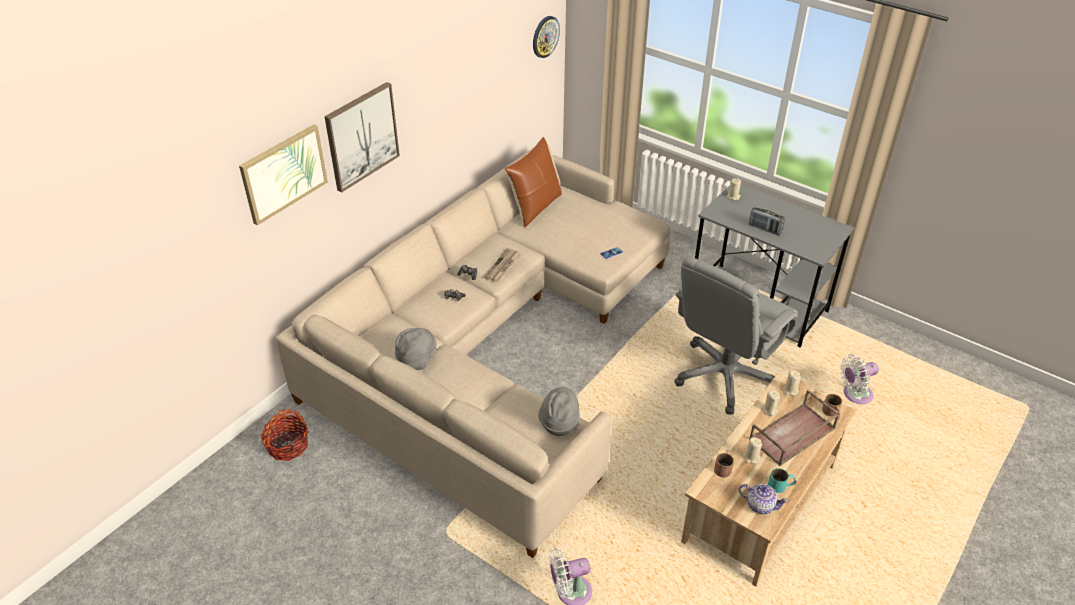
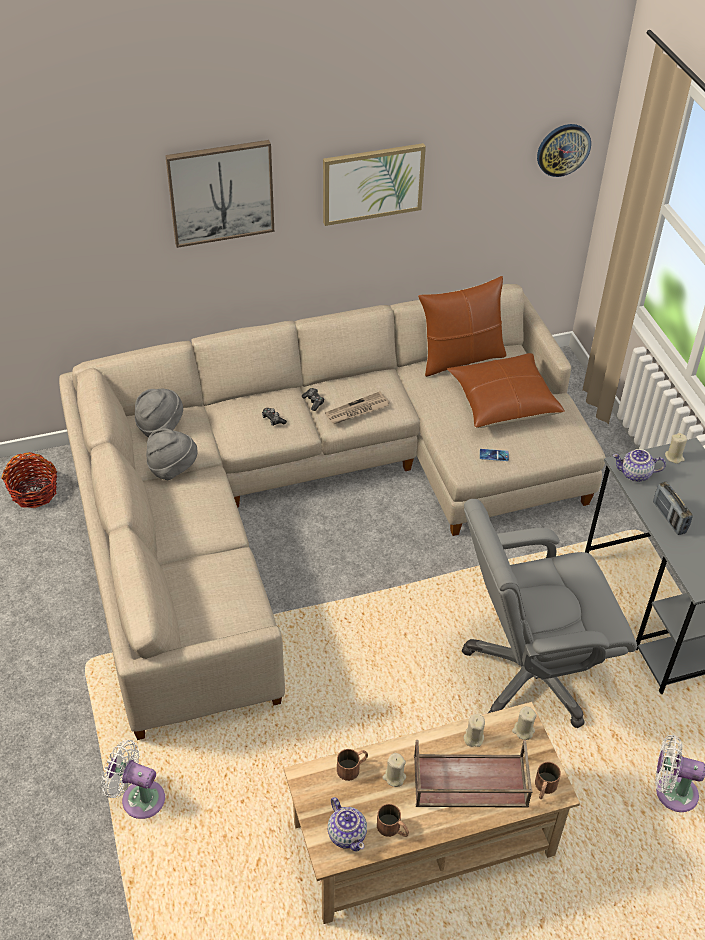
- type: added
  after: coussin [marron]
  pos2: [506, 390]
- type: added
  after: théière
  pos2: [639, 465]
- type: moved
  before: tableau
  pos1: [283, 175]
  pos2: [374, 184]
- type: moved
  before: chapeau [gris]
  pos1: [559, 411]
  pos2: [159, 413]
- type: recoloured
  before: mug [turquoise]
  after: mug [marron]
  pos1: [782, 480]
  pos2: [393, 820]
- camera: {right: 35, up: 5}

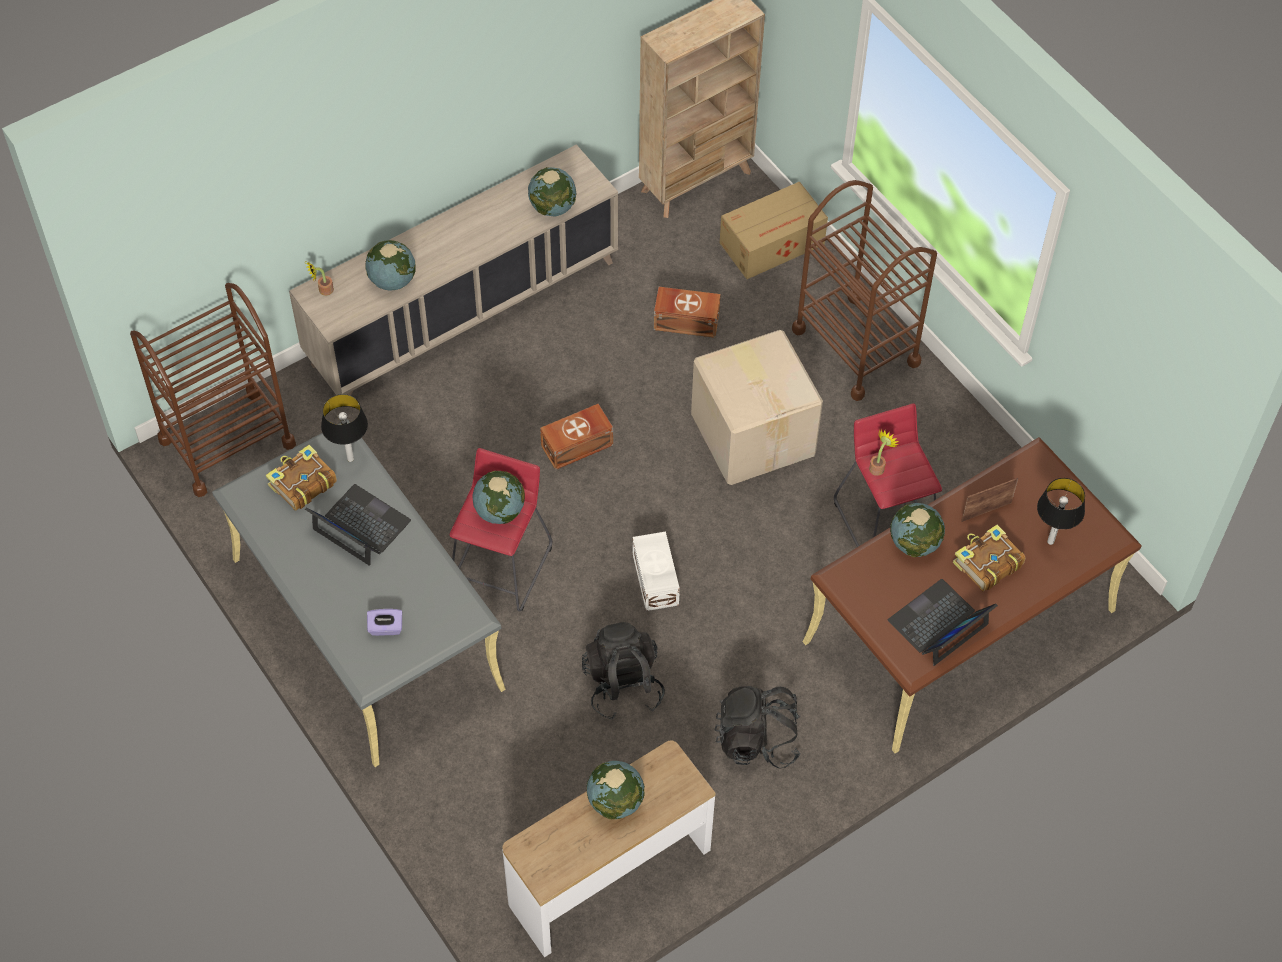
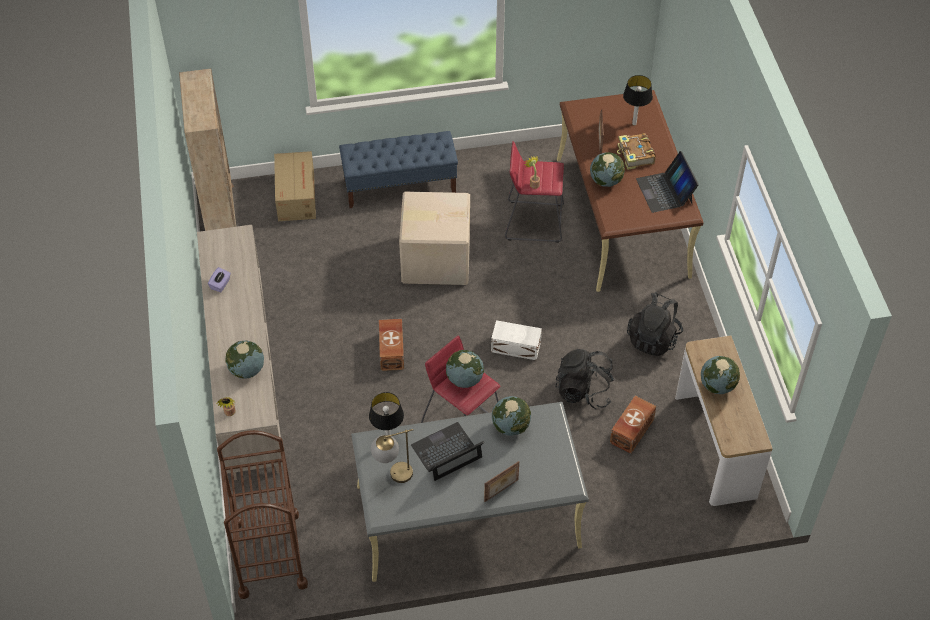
- type: added
  after: cadre photo
  pos2: [501, 481]
- type: moved
  before: boîte à mouchoirs [violet]
  pos1: [384, 622]
  pos2: [219, 279]
- type: moved
  before: globe
  pos1: [552, 192]
  pos2: [511, 416]
- type: moved
  before: boîte de rangement [marron]
  pos1: [687, 312]
  pos2: [633, 425]
- type: replaced
  before: livre
  after: lampe de table
  pos1: [301, 478]
  pos2: [392, 456]
- type: replaced
  before: chariot [marron]
  after: banc [bleu]
  pos1: [864, 290]
  pos2: [398, 169]
- camera: {right: -65, up: -5}

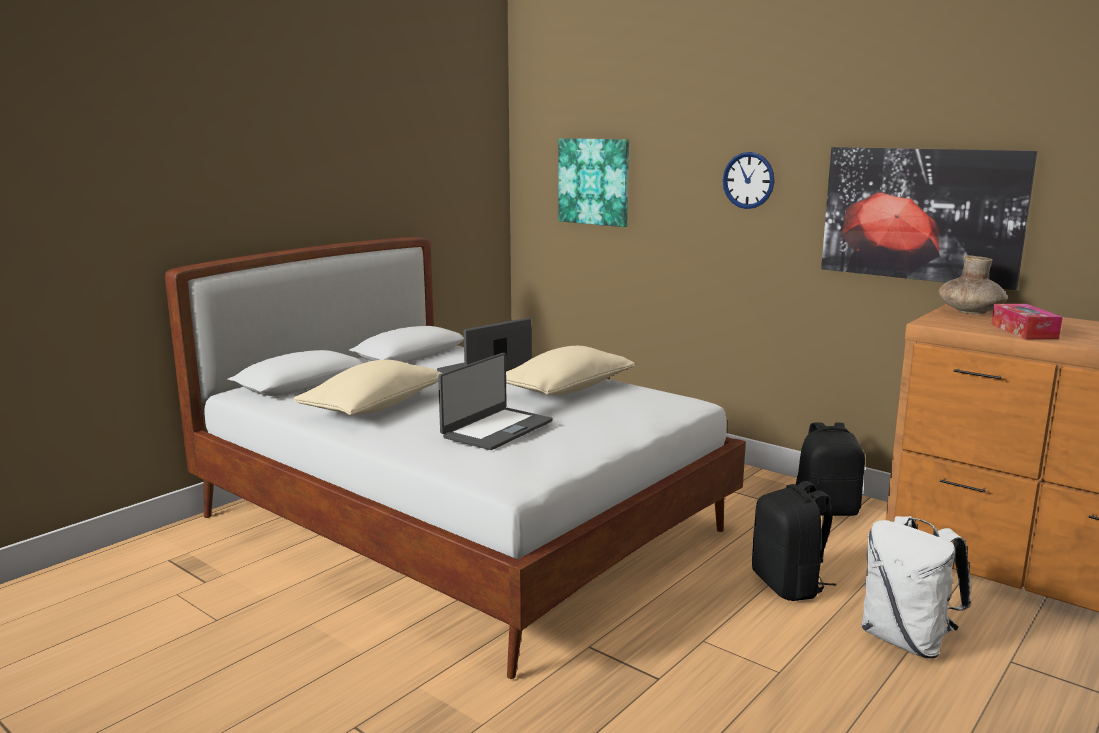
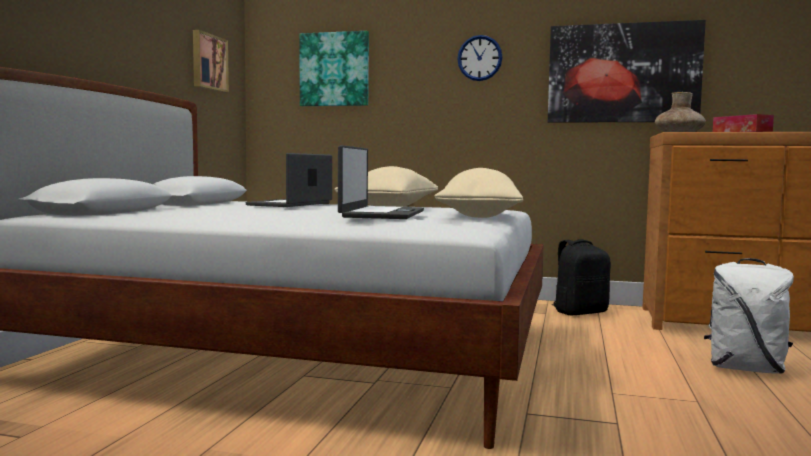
- type: removed
  before: sac à dos [noir]
  pos1: [794, 541]
- type: added
  after: tableau
  pos2: [211, 61]
- type: moved
  before: coussin [beige]
  pos1: [368, 387]
  pos2: [479, 193]
- camera: {right: -25, up: -10}

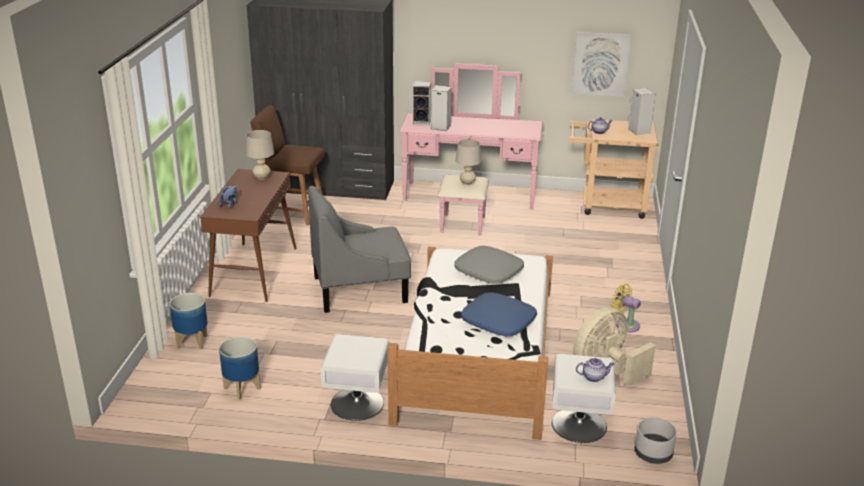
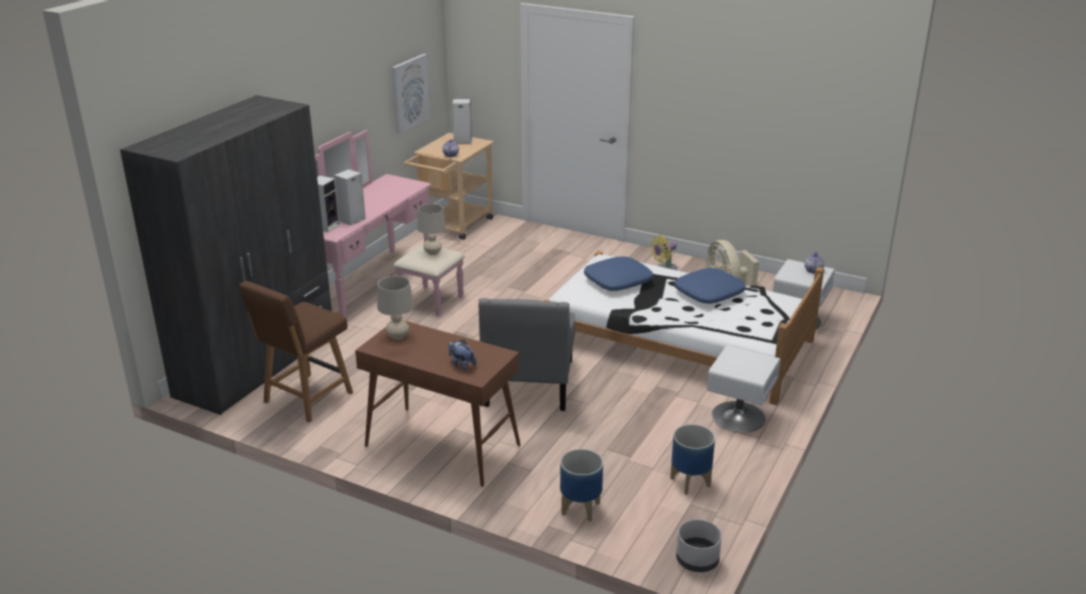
- type: moved
  before: cache-pot [gris]
  pos1: [656, 441]
  pos2: [699, 545]
- type: recoloured
  before: coussin [gris]
  after: coussin [bleu]
  pos1: [489, 265]
  pos2: [618, 274]
- camera: {right: -70, up: 0}

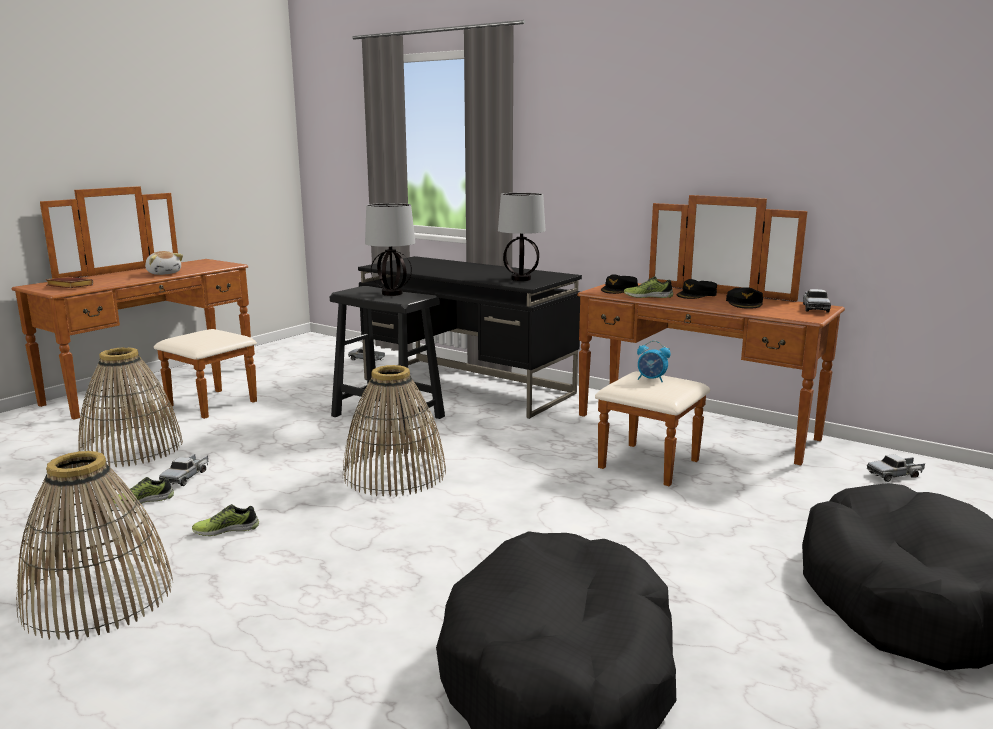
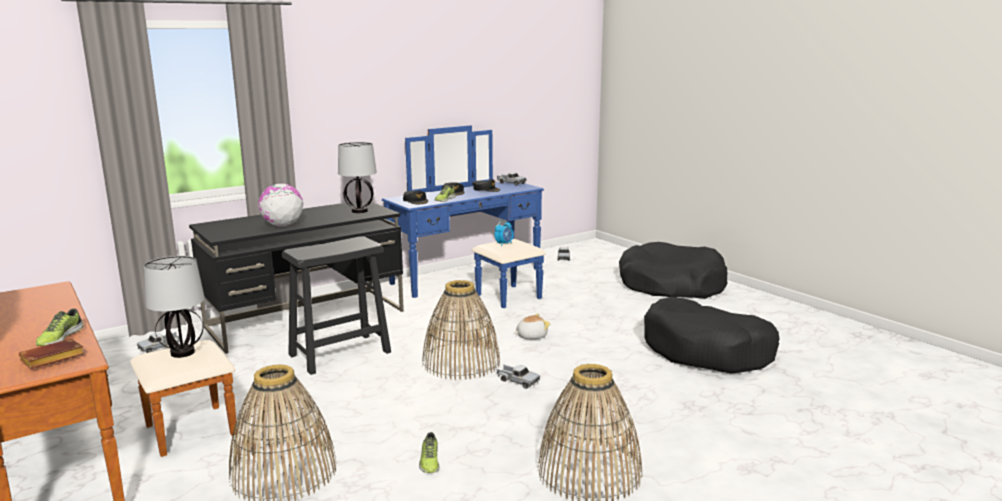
- type: added
  after: globe
  pos2: [280, 205]
- type: moved
  before: peluche
  pos1: [164, 263]
  pos2: [532, 326]
- type: moved
  before: camion jouet
  pos1: [183, 470]
  pos2: [518, 377]
- type: moved
  before: chaussure
  pos1: [225, 520]
  pos2: [60, 327]
- type: moved
  before: lampe de table
  pos1: [390, 249]
  pos2: [174, 307]
- type: recoloured
  before: commode [marron]
  after: commode [bleu]
  pos1: [711, 340]
  pos2: [464, 216]
- camera: {right: -70, up: 0}

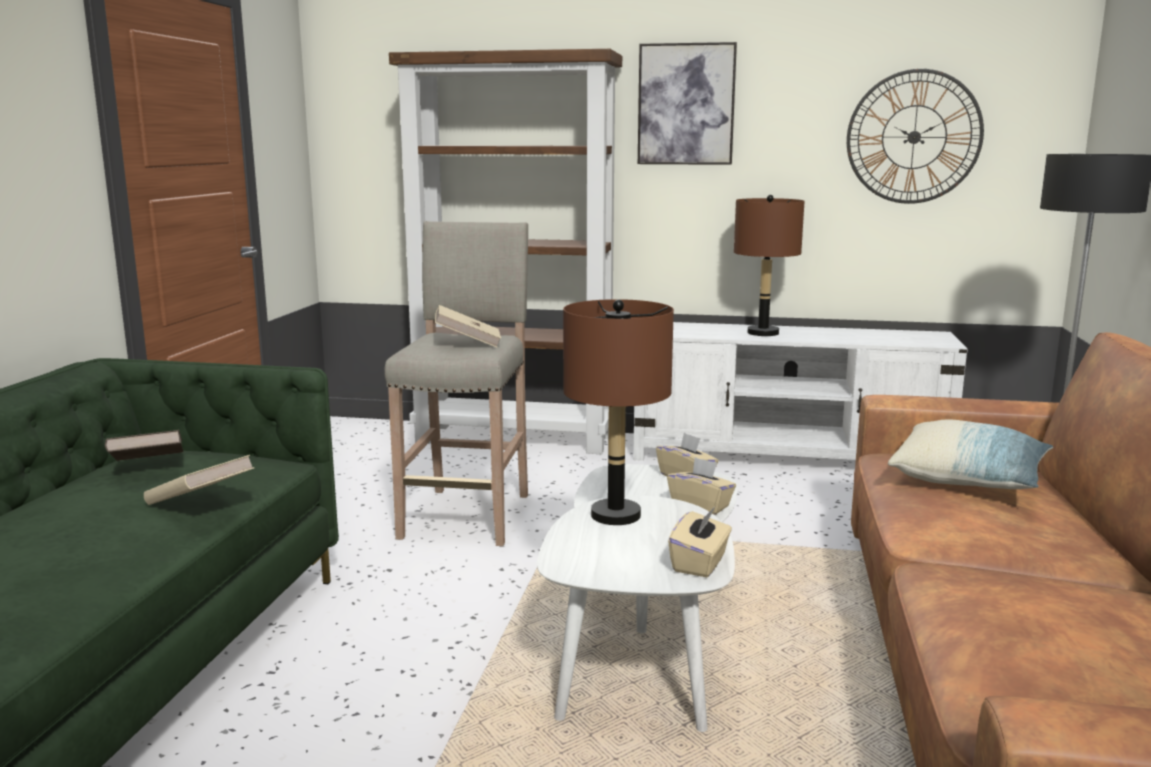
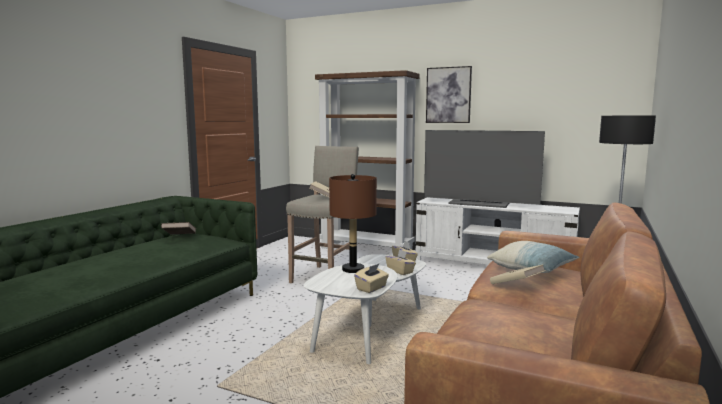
- type: removed
  before: horloge murale
  pos1: [915, 136]
- type: moved
  before: livre [beige]
  pos1: [199, 480]
  pos2: [517, 274]
- type: replaced
  before: lampe de table [marron]
  after: téléviseur
  pos1: [769, 265]
  pos2: [484, 169]
- camera: {right: 15, up: -5}

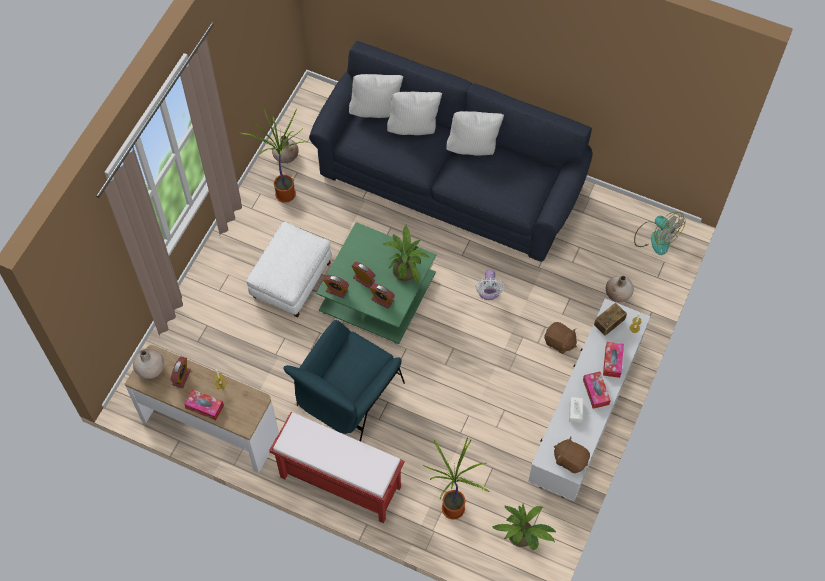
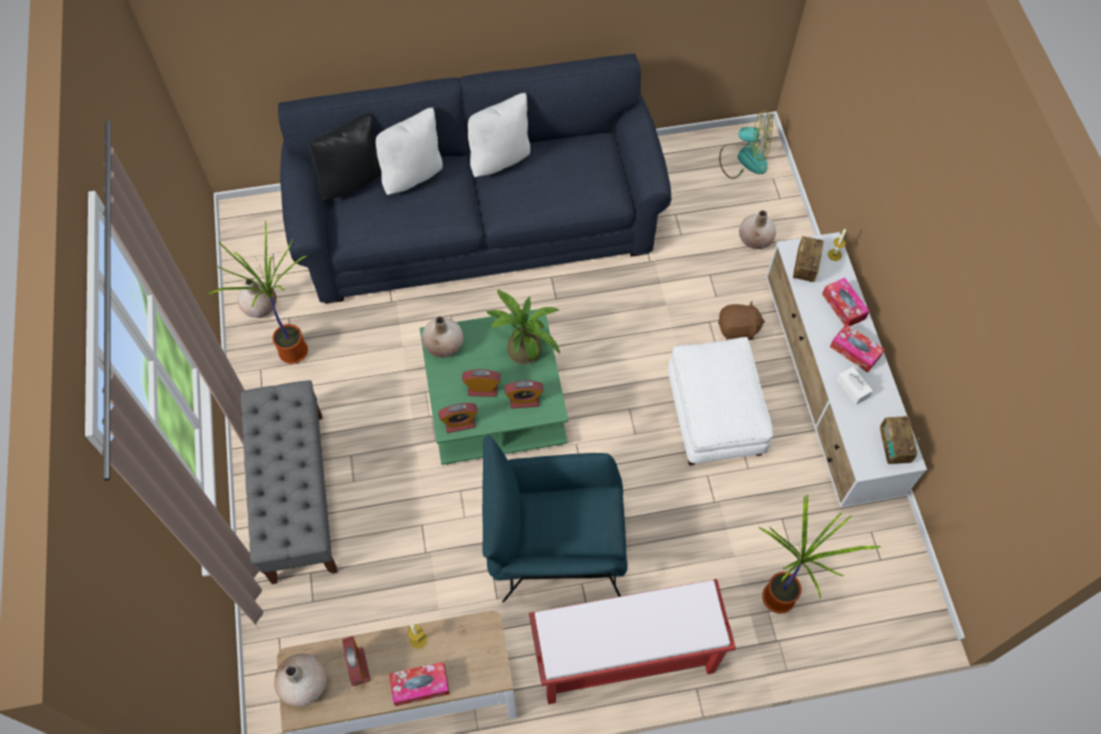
- type: removed
  before: ventilateur [blanc]
  pos1: [490, 285]
- type: removed
  before: plante en pot
  pos1: [524, 526]
- type: added
  after: banc [gris]
  pos2: [289, 482]
- type: added
  after: vase [beige]
  pos2: [442, 336]
- type: moved
  before: pouf [blanc]
  pos1: [289, 269]
  pos2: [720, 401]
- type: replaced
  before: peluche [marron]
  after: radio
  pos1: [572, 454]
  pos2: [899, 440]
- type: recoloured
  before: coussin [blanc]
  after: coussin [noir]
  pos1: [376, 96]
  pos2: [345, 156]
- type: turned
  before: fauteuil [bleu]
  pos1: [344, 381]
  pos2: [555, 519]
  turn: 90
- camera: {right: -35, up: 0}

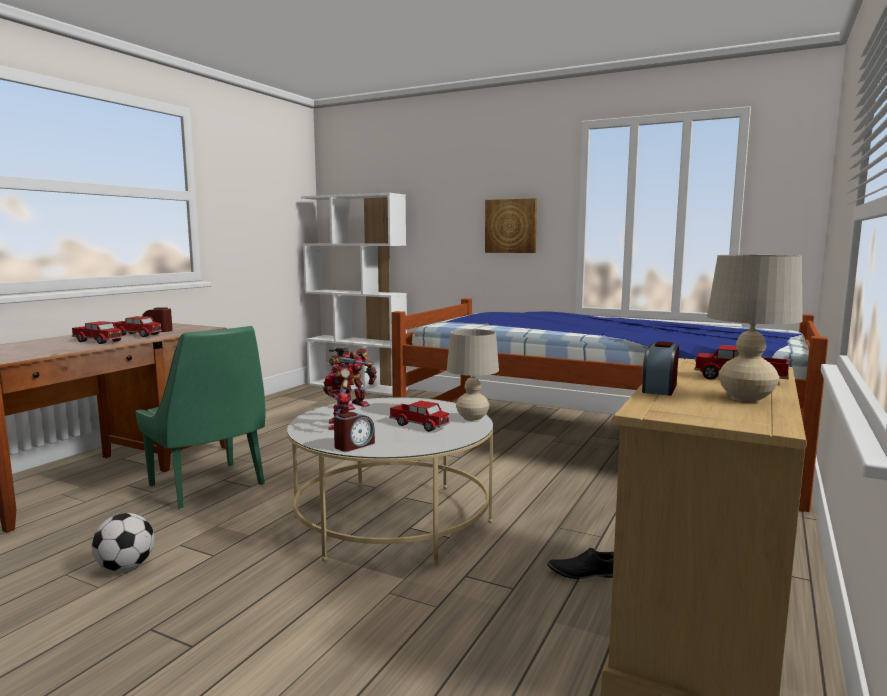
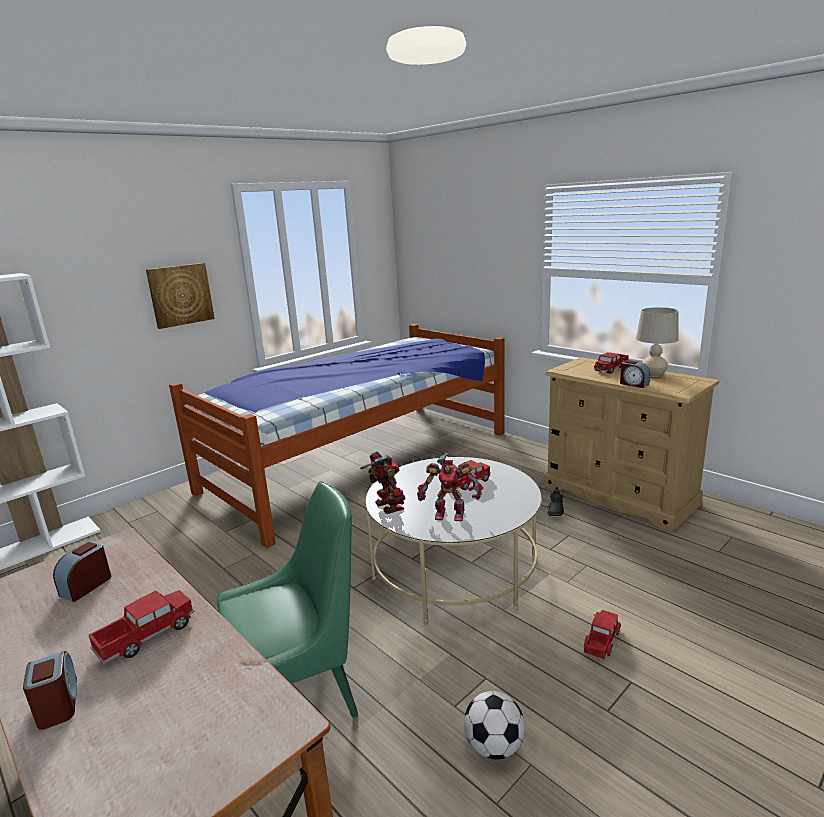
- type: removed
  before: lampe de table [beige]
  pos1: [473, 375]
- type: moved
  before: camion jouet
  pos1: [137, 326]
  pos2: [602, 635]
- type: moved
  before: réveil
  pos1: [354, 432]
  pos2: [50, 690]
- camera: {right: -70, up: 10}

